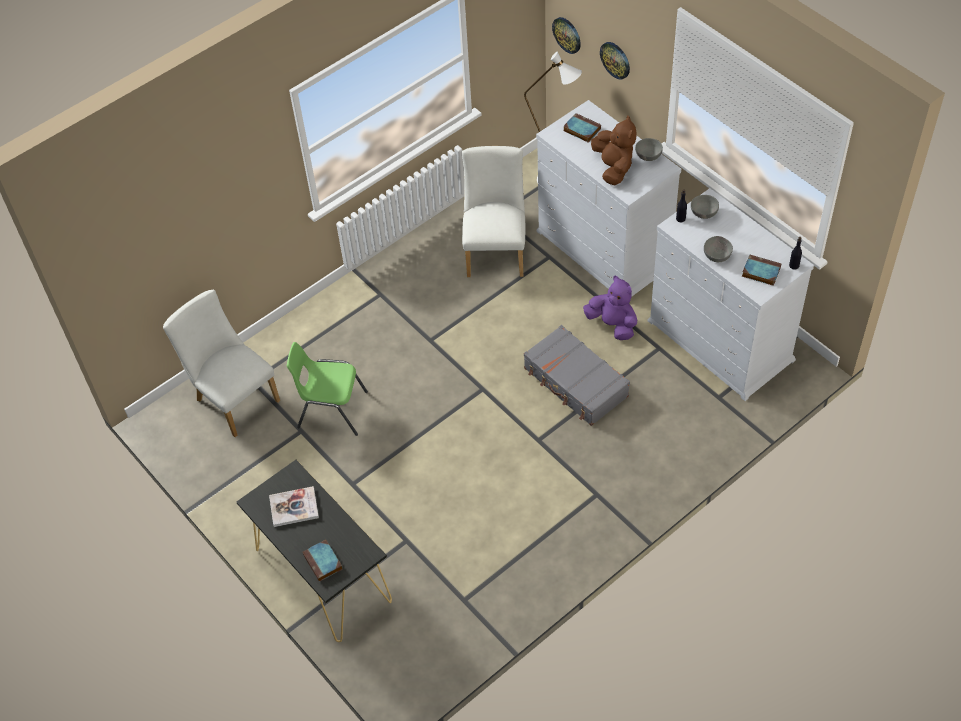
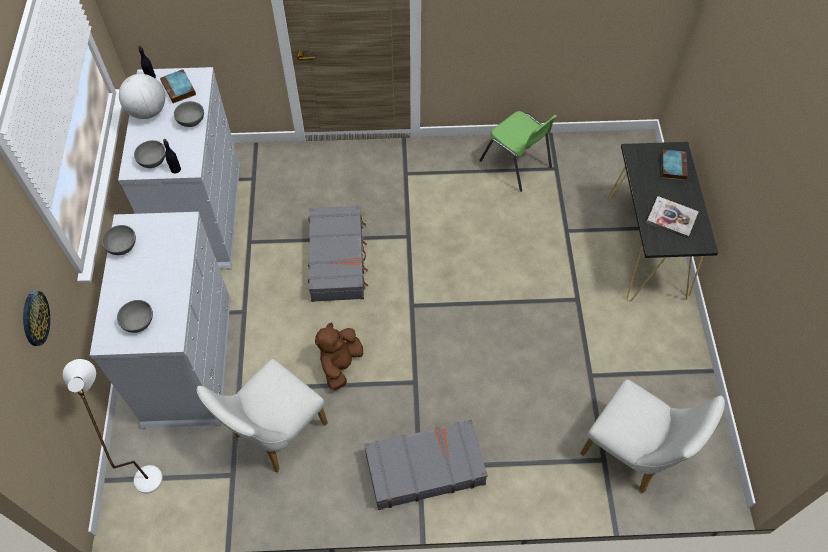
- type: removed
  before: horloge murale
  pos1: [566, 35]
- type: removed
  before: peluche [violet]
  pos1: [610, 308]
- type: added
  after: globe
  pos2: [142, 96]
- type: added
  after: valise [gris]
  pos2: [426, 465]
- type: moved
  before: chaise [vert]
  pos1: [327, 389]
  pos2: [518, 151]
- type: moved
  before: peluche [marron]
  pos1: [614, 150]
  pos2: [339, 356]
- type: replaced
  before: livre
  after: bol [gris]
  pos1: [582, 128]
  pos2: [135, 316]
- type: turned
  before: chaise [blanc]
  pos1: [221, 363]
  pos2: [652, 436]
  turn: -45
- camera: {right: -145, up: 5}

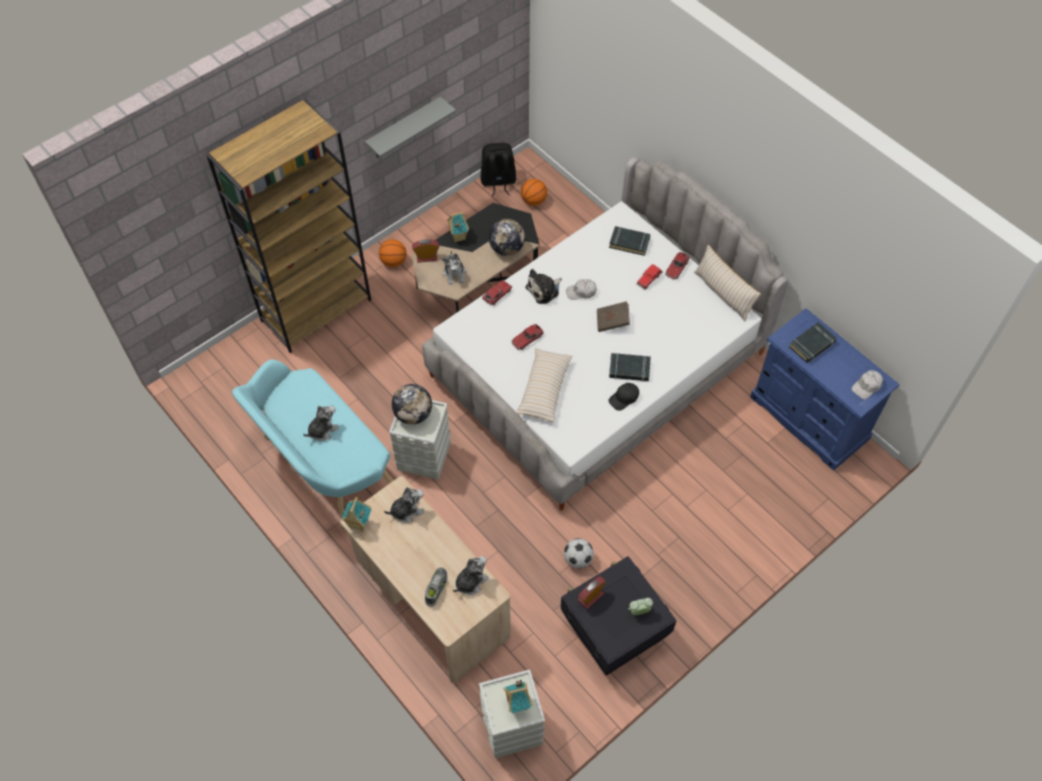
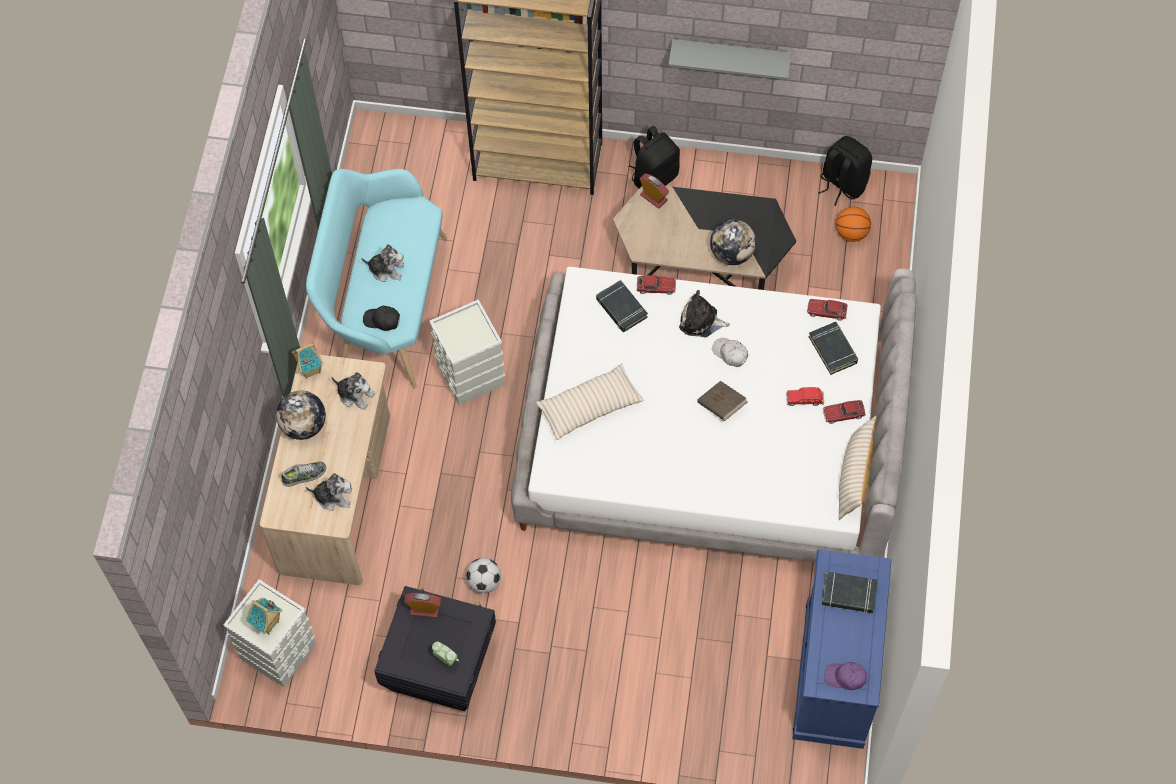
- type: removed
  before: peluche
  pos1: [454, 268]
- type: removed
  before: maison miniature
  pos1: [458, 227]
- type: moved
  before: globe
  pos1: [412, 404]
  pos2: [301, 415]
- type: moved
  before: petite voiture
  pos1: [527, 337]
  pos2: [827, 310]
- type: moved
  before: livre [noir]
  pos1: [630, 367]
  pos2: [622, 306]
- type: moved
  before: casquette [noir]
  pos1: [624, 397]
  pos2: [381, 318]
- type: replaced
  before: ballon de basket
  after: sac à dos [noir]
  pos1: [393, 253]
  pos2: [654, 157]
- type: recoloured
  before: casquette [blanc]
  after: casquette [violet]
  pos1: [867, 384]
  pos2: [845, 676]
- camera: {right: 50, up: 5}

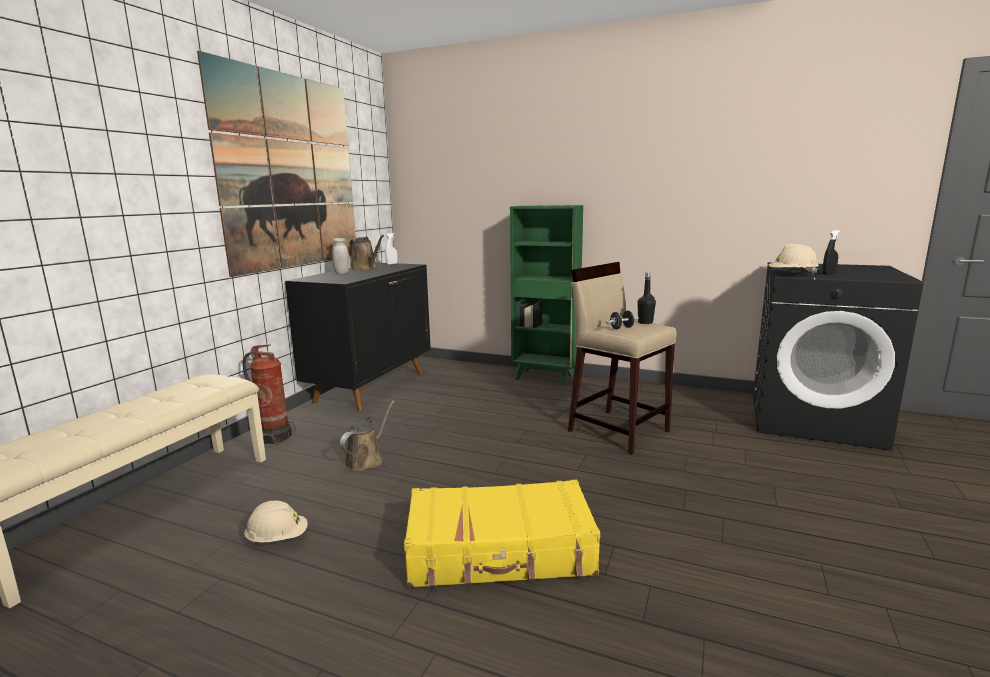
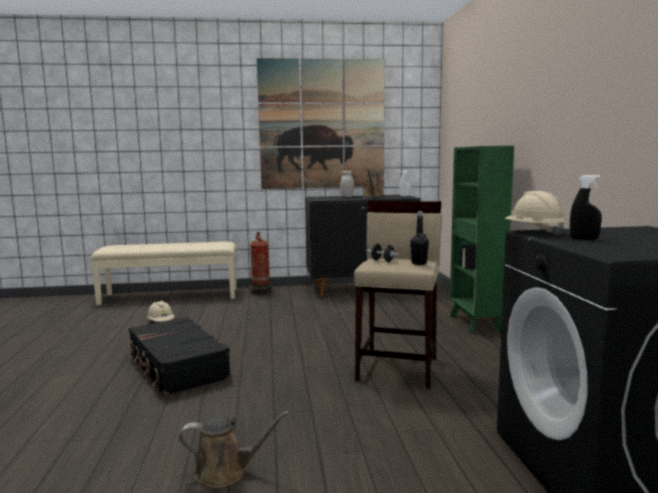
- type: moved
  before: arrosoir [marron]
  pos1: [367, 435]
  pos2: [234, 449]
- type: recoloured
  before: valise [jaune]
  after: valise [noir]
  pos1: [502, 533]
  pos2: [179, 356]
- camera: {right: 60, up: -5}

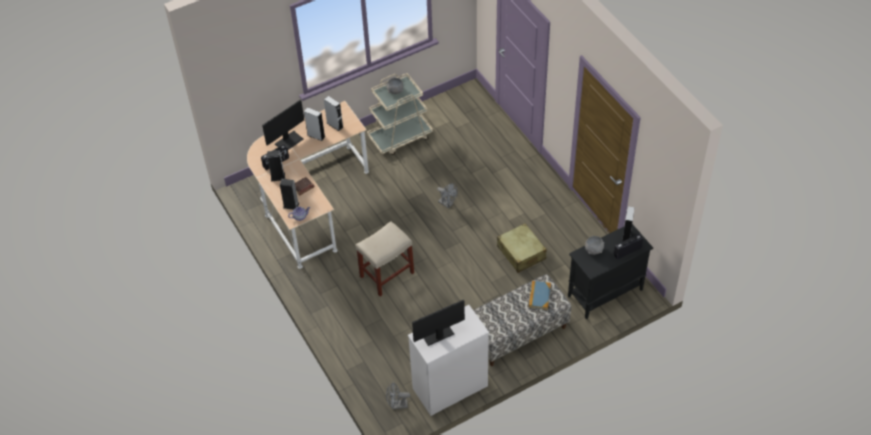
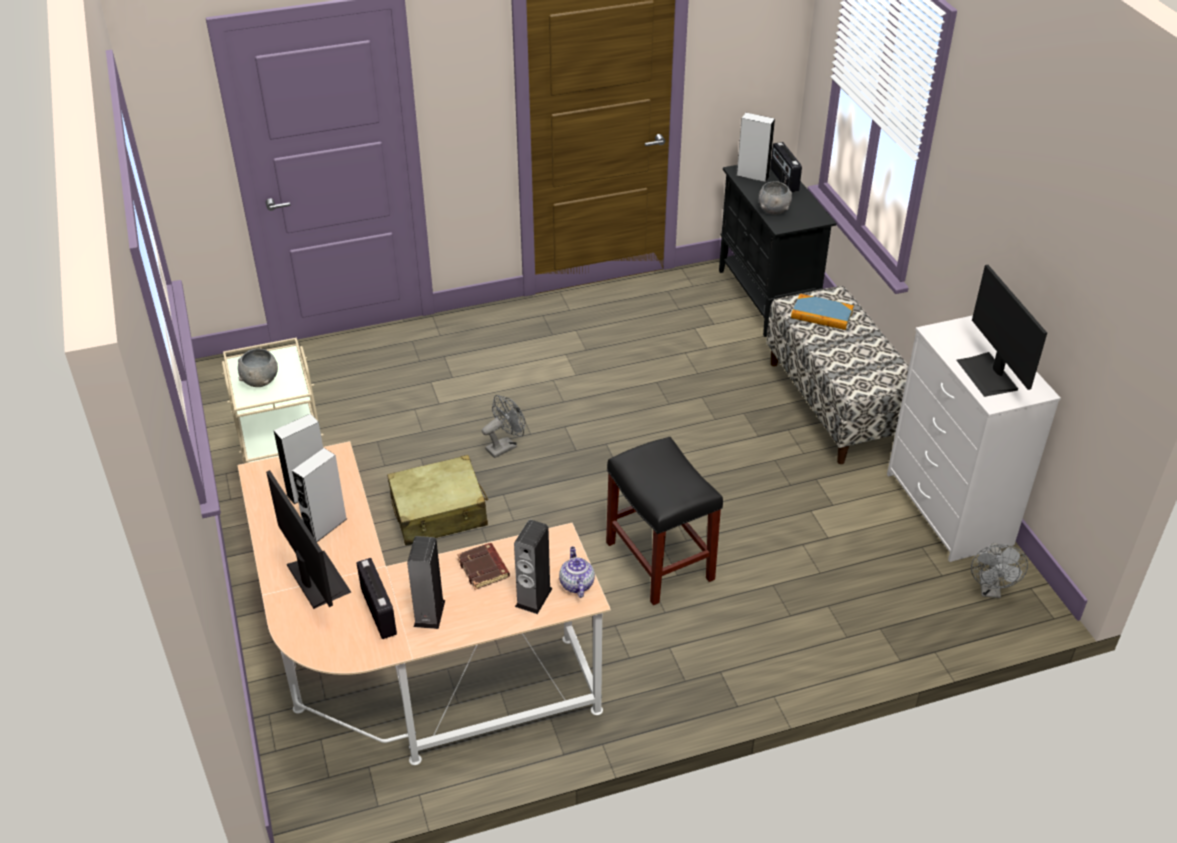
- type: moved
  before: valise [beige]
  pos1: [522, 248]
  pos2: [437, 500]
- type: recoloured
  before: tabouret [beige]
  after: tabouret [noir]
  pos1: [385, 258]
  pos2: [664, 521]
- camera: {right: -80, up: -10}

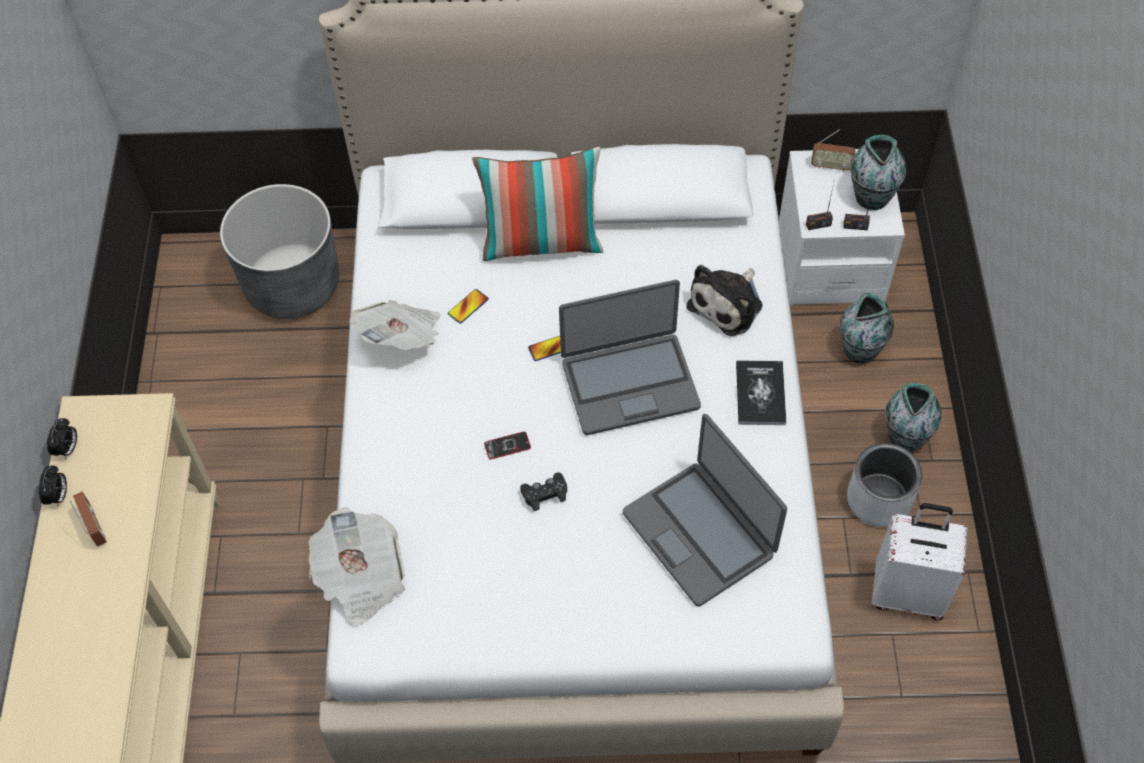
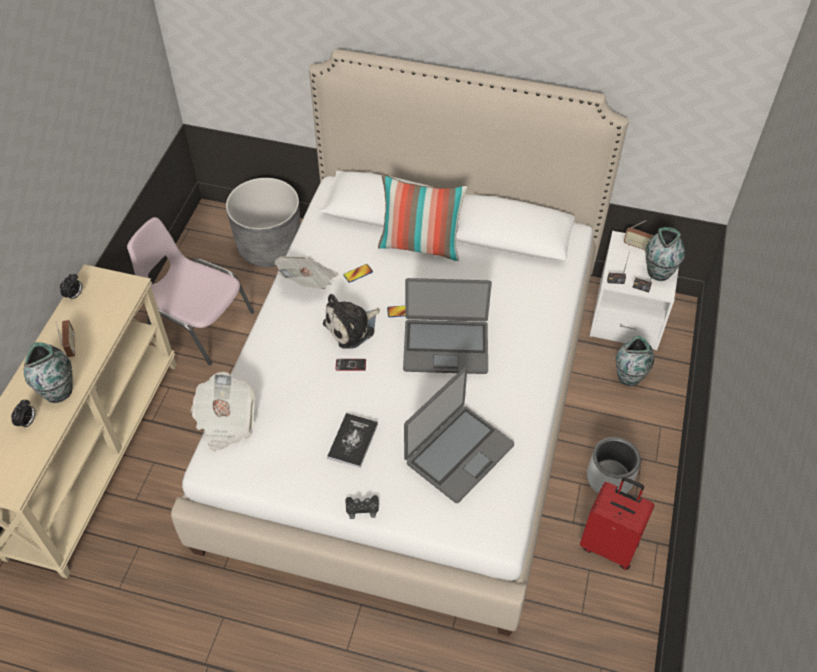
- type: added
  after: chaise [rose]
  pos2: [190, 291]
- type: moved
  before: réveil
  pos1: [53, 485]
  pos2: [23, 414]
- type: moved
  before: manette [noir]
  pos1: [543, 492]
  pos2: [362, 507]
- type: moved
  before: peluche
  pos1: [724, 300]
  pos2: [351, 321]
- type: moved
  before: livre
  pos1: [761, 392]
  pos2: [352, 440]
- type: moved
  before: vase
  pos1: [913, 417]
  pos2: [48, 372]
- type: recoloured
  before: valise [blanc]
  after: valise [rouge]
  pos1: [919, 561]
  pos2: [617, 523]
- type: turned
  before: ordinateur portable
  pos1: [705, 510]
  pos2: [459, 435]
  turn: -120
- camera: {right: 15, up: -5}

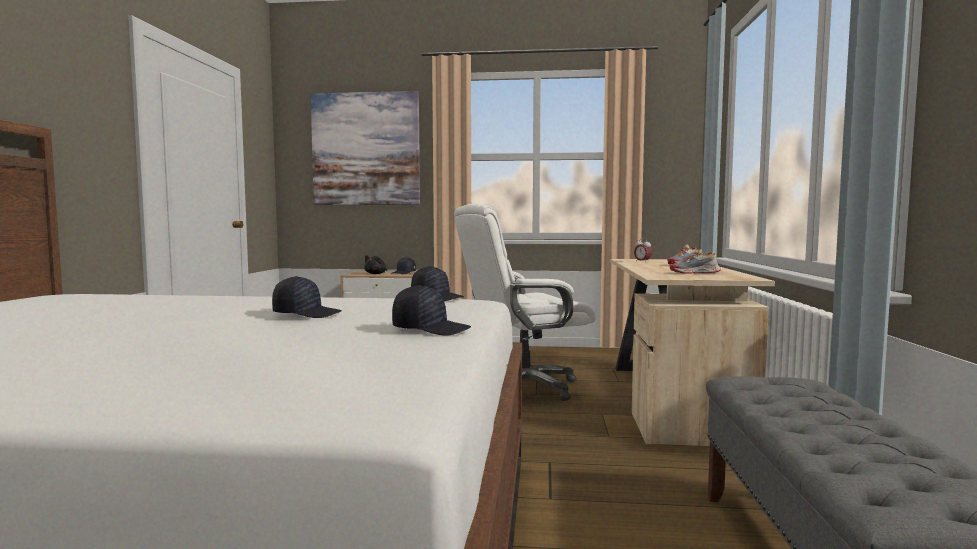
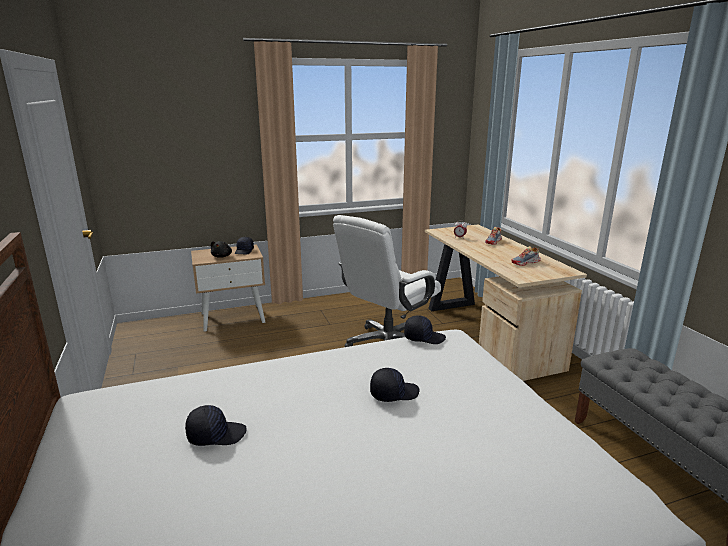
- type: removed
  before: tableau
  pos1: [365, 148]
- type: moved
  before: casquette [noir]
  pos1: [431, 310]
  pos2: [216, 425]
- camera: {right: -25, up: 15}

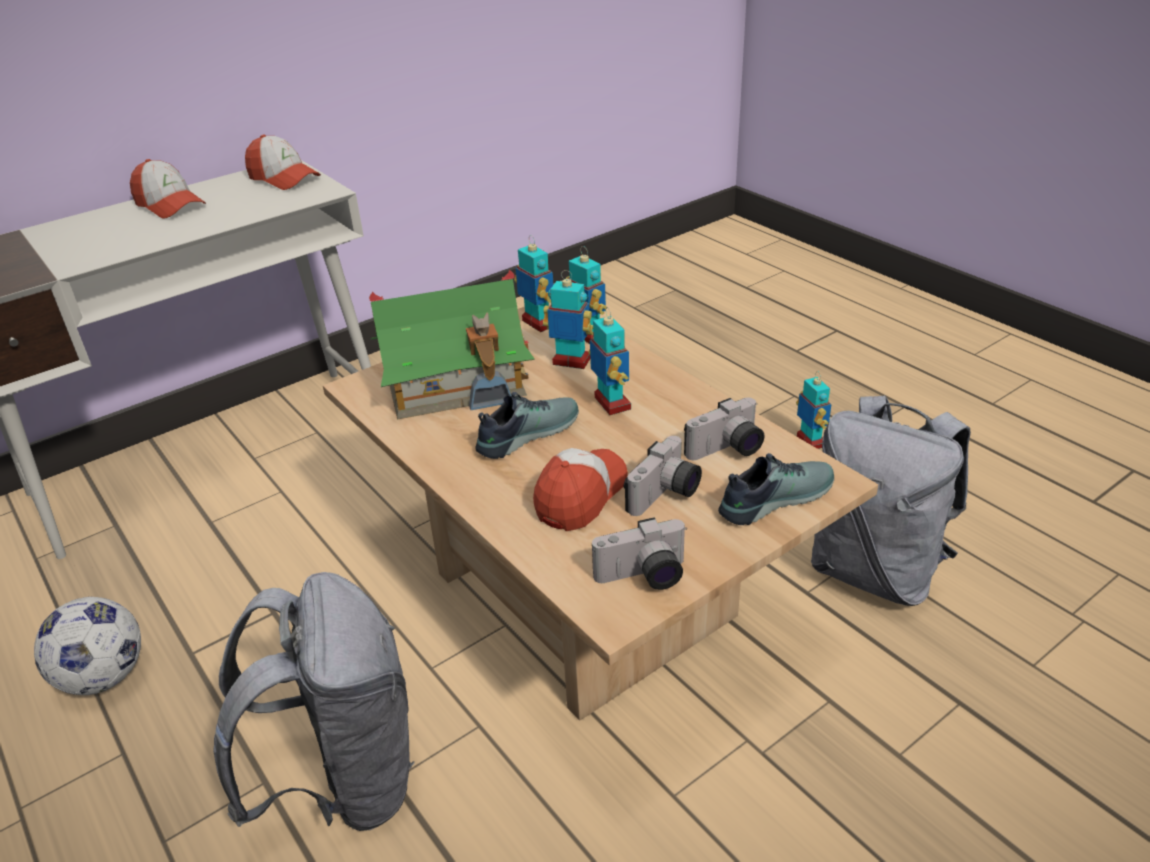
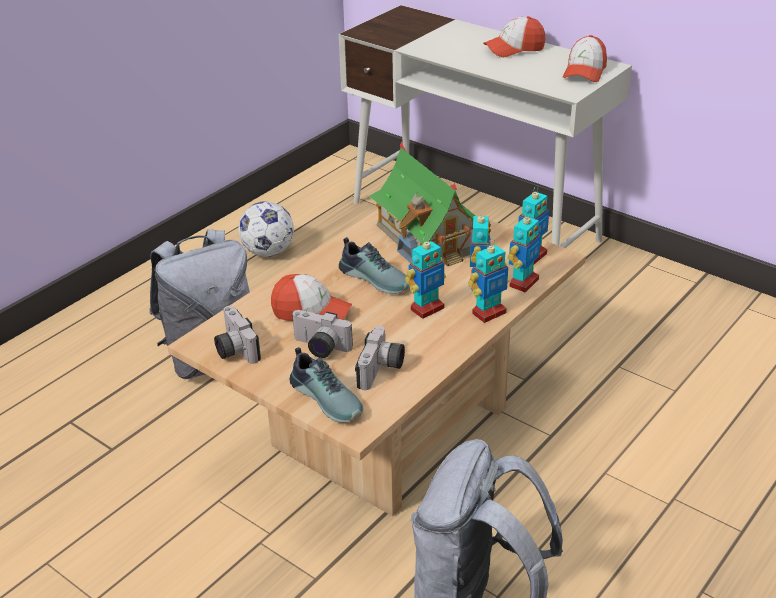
- type: moved
  before: robot jouet
  pos1: [813, 410]
  pos2: [488, 281]
- type: turned
  before: casquette
  pos1: [168, 189]
  pos2: [514, 36]
  turn: 45
- type: turned
  before: appareil photo
  pos1: [724, 429]
  pos2: [380, 358]
  turn: -120
- camera: {right: 75, up: 0}

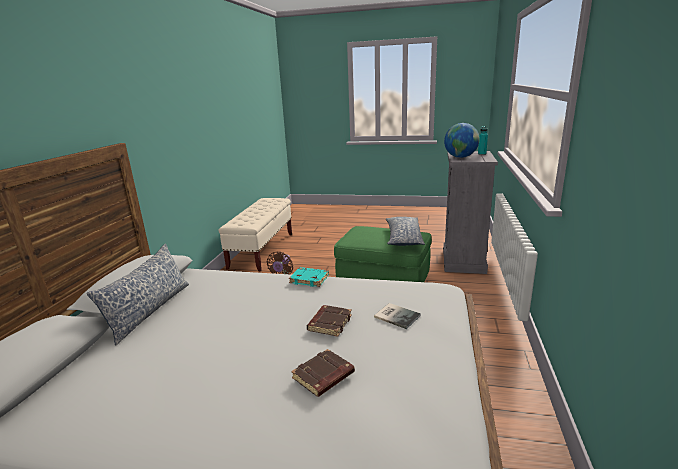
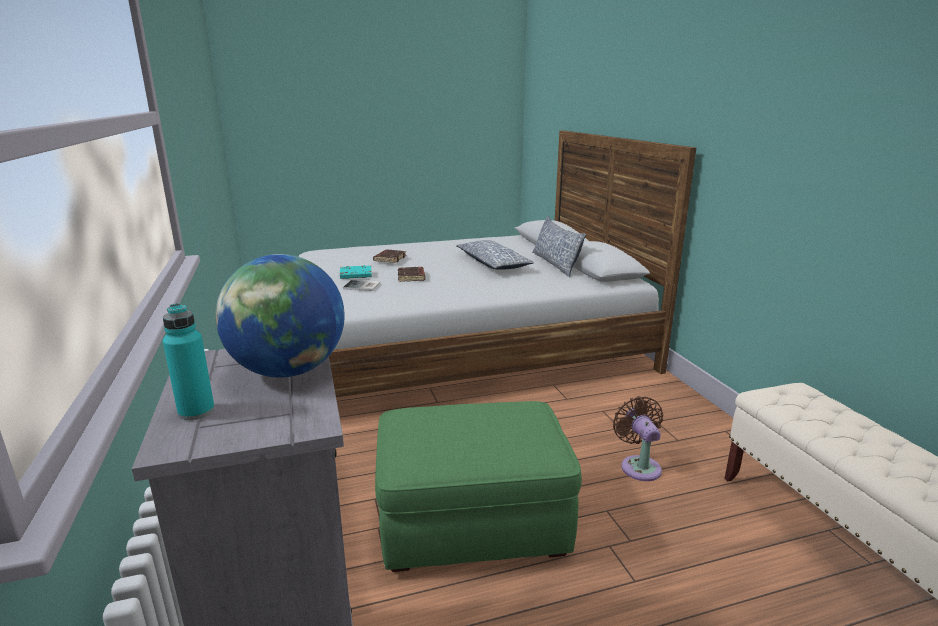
- type: moved
  before: livre [turquoise]
  pos1: [309, 277]
  pos2: [356, 272]
- type: moved
  before: coussin
  pos1: [405, 231]
  pos2: [495, 255]
- camera: {right: 150, up: 0}

